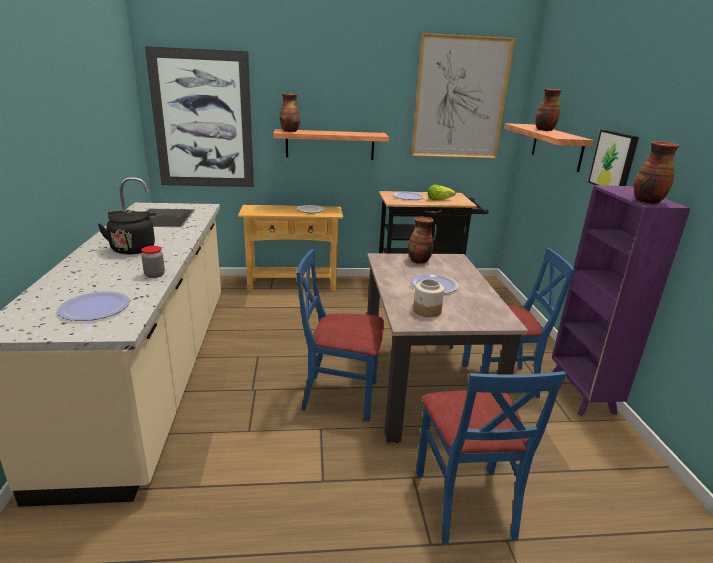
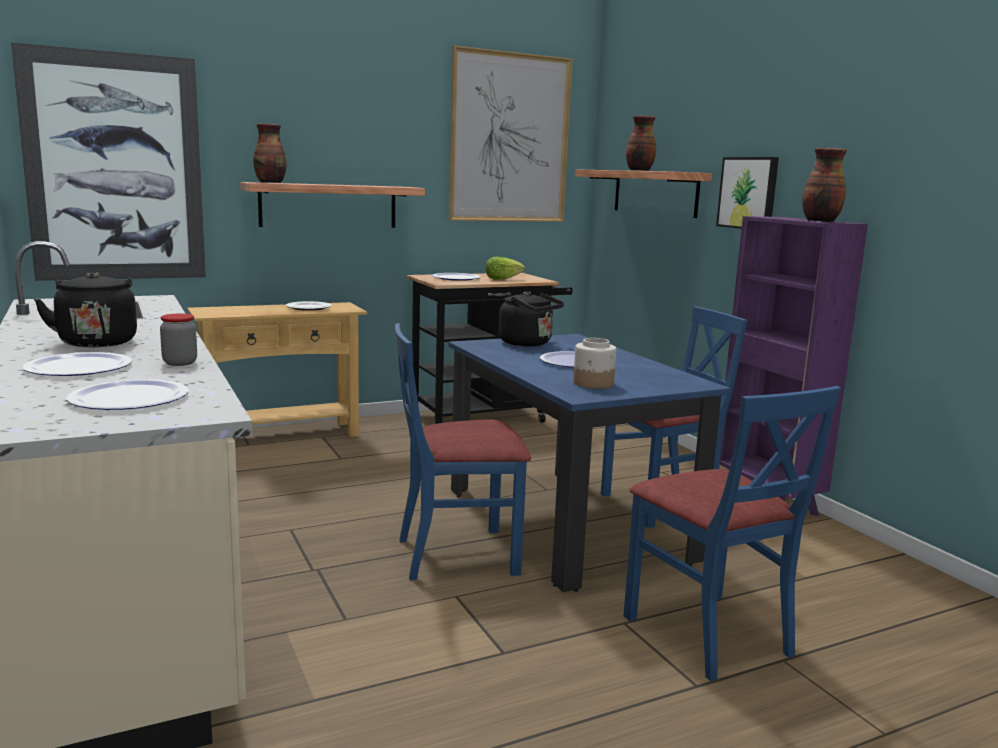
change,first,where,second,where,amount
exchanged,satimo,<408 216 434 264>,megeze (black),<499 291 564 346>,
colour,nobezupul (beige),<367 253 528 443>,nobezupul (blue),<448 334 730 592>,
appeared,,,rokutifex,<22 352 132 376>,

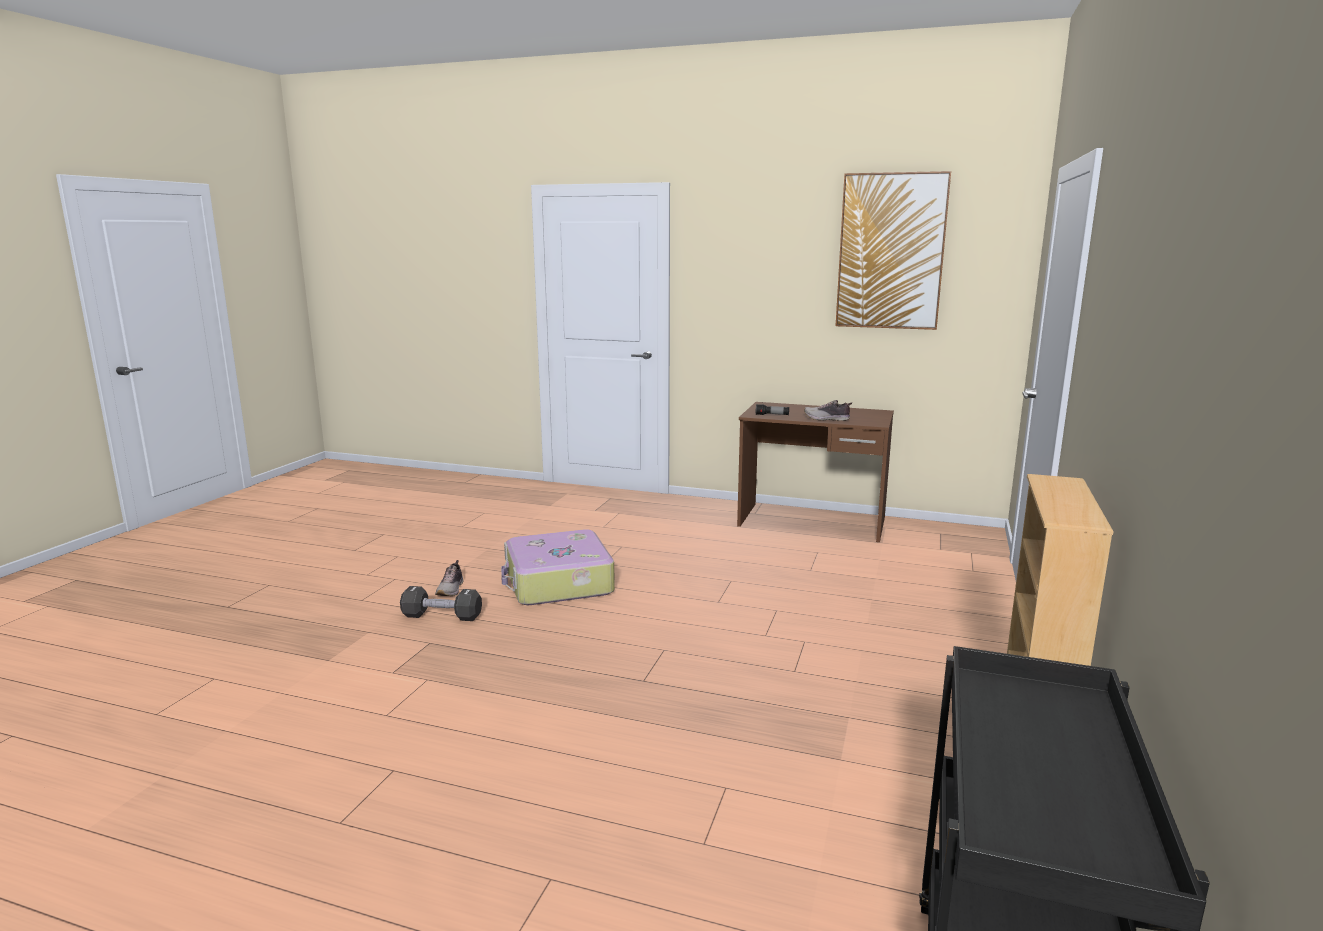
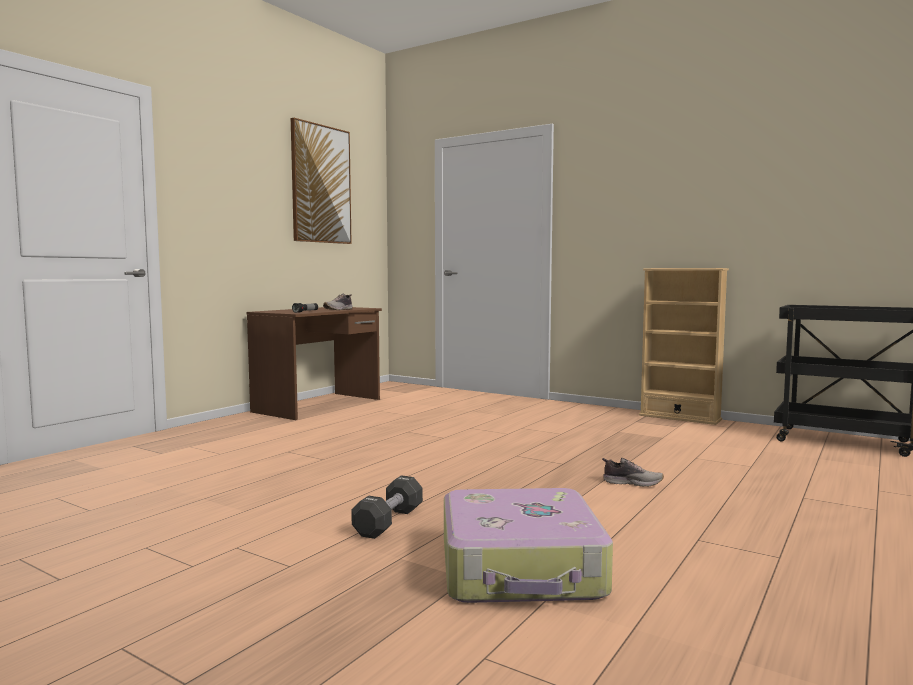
change,first,where,second,where,amount
relocated,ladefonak,<501 529 615 605>,,<444 488 613 603>,
relocated,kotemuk,<435 560 463 596>,,<602 458 664 487>,

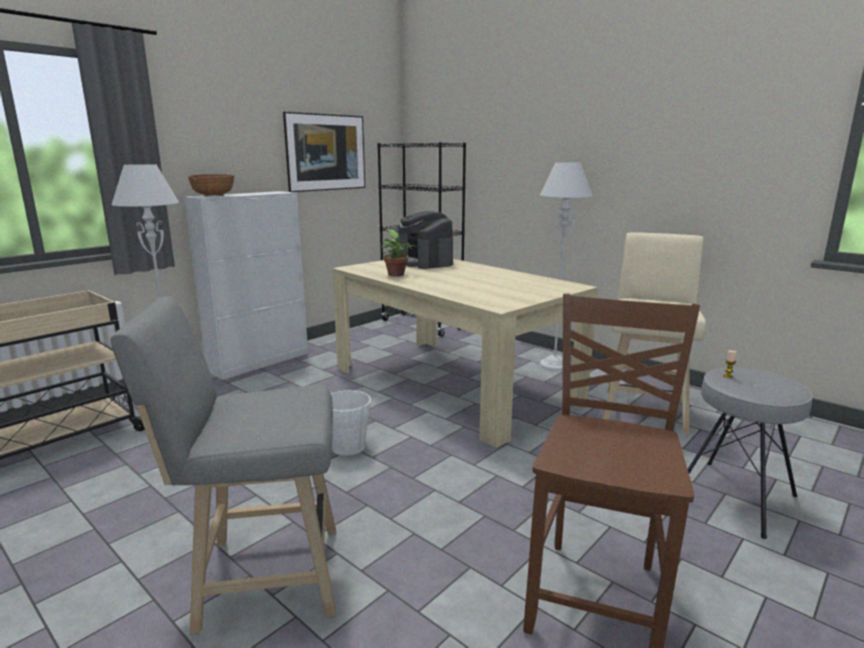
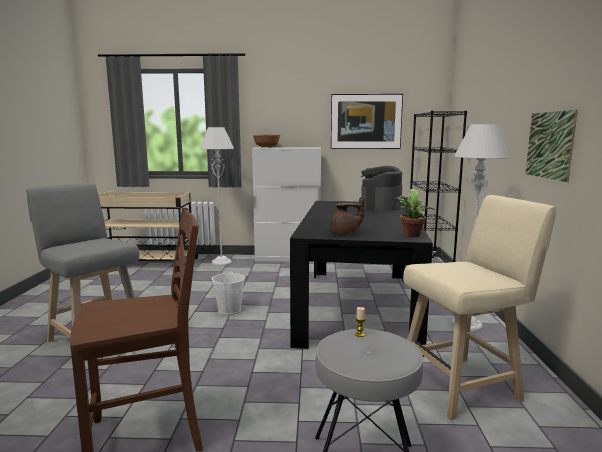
change,first,where,second,where,amount
relocated,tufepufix,<382 229 416 277>,,<394 189 435 237>,
colour,nobezupul (beige),<332 259 598 448>,nobezupul (black),<290 201 433 357>,
appeared,,,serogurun,<525 110 578 182>,
appeared,,,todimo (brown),<330 196 365 235>,

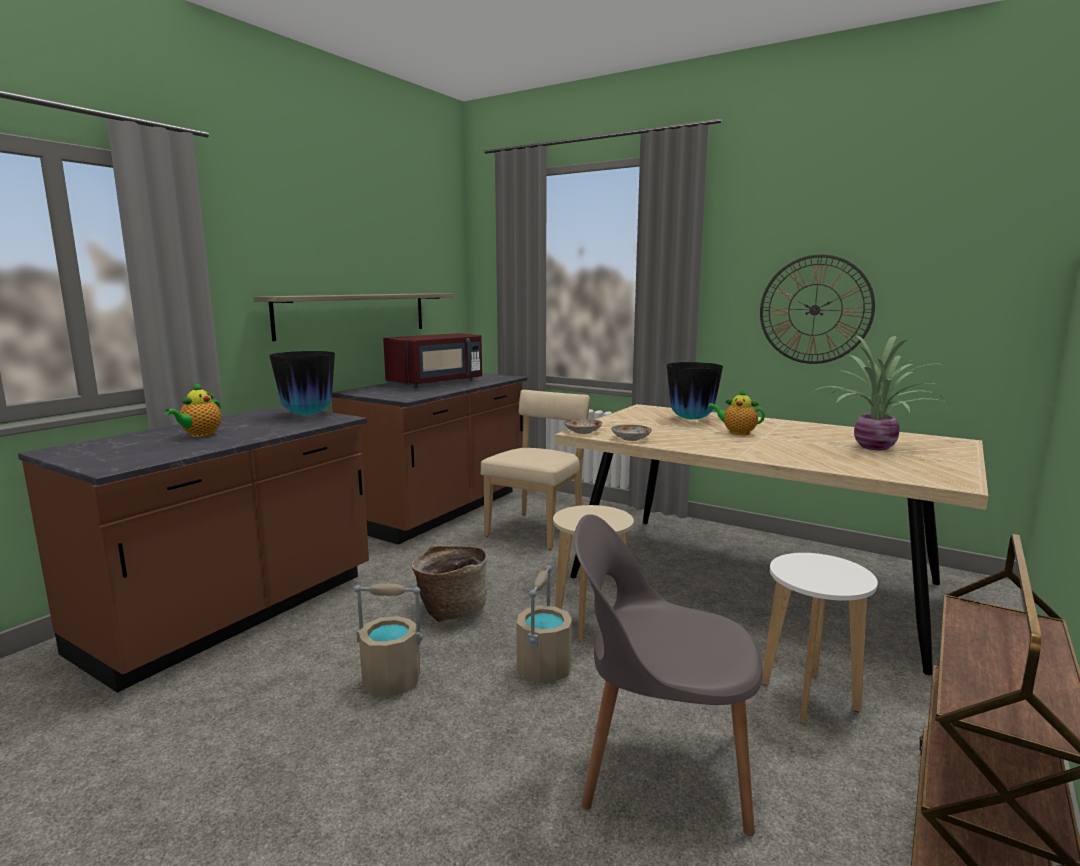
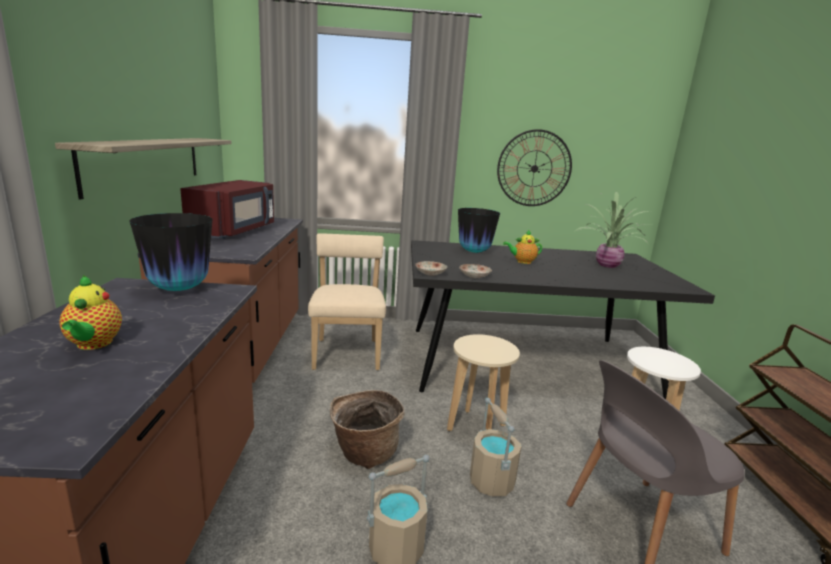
change,first,where,second,where,amount
colour,nobezupul (beige),<555 404 988 675>,nobezupul (black),<411 240 715 399>,

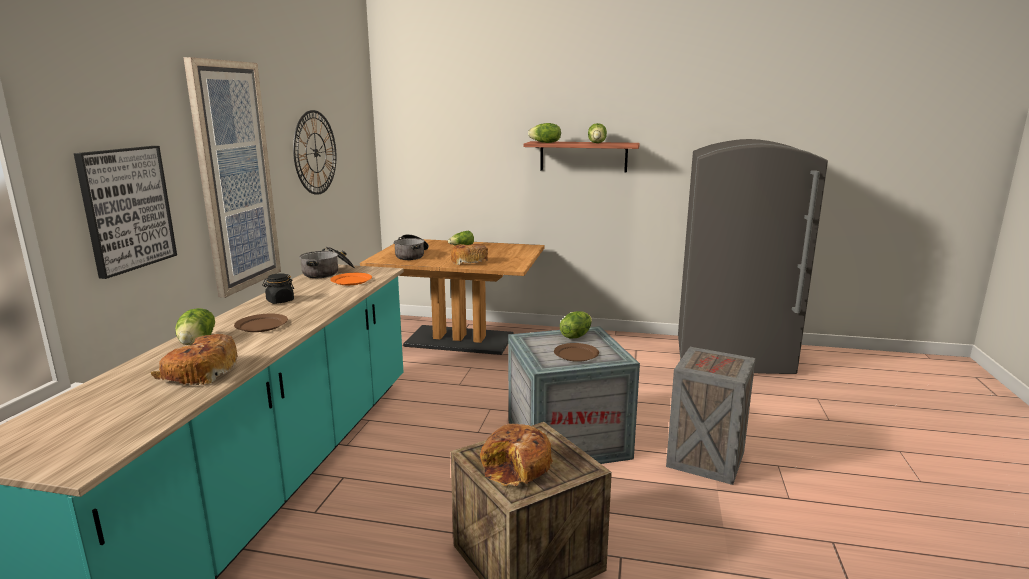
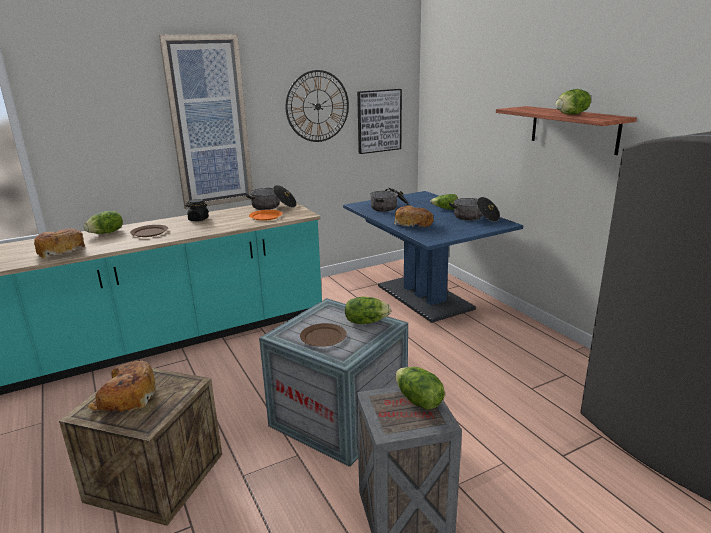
change,first,where,second,where,amount
relocated,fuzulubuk,<528 123 561 143>,,<395 367 445 410>,
relocated,serogurun,<74 146 177 279>,,<357 89 402 154>,
colour,nobezupul (brown),<360 239 545 355>,nobezupul (blue),<343 191 523 323>,
appeared,,,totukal,<449 197 500 222>,

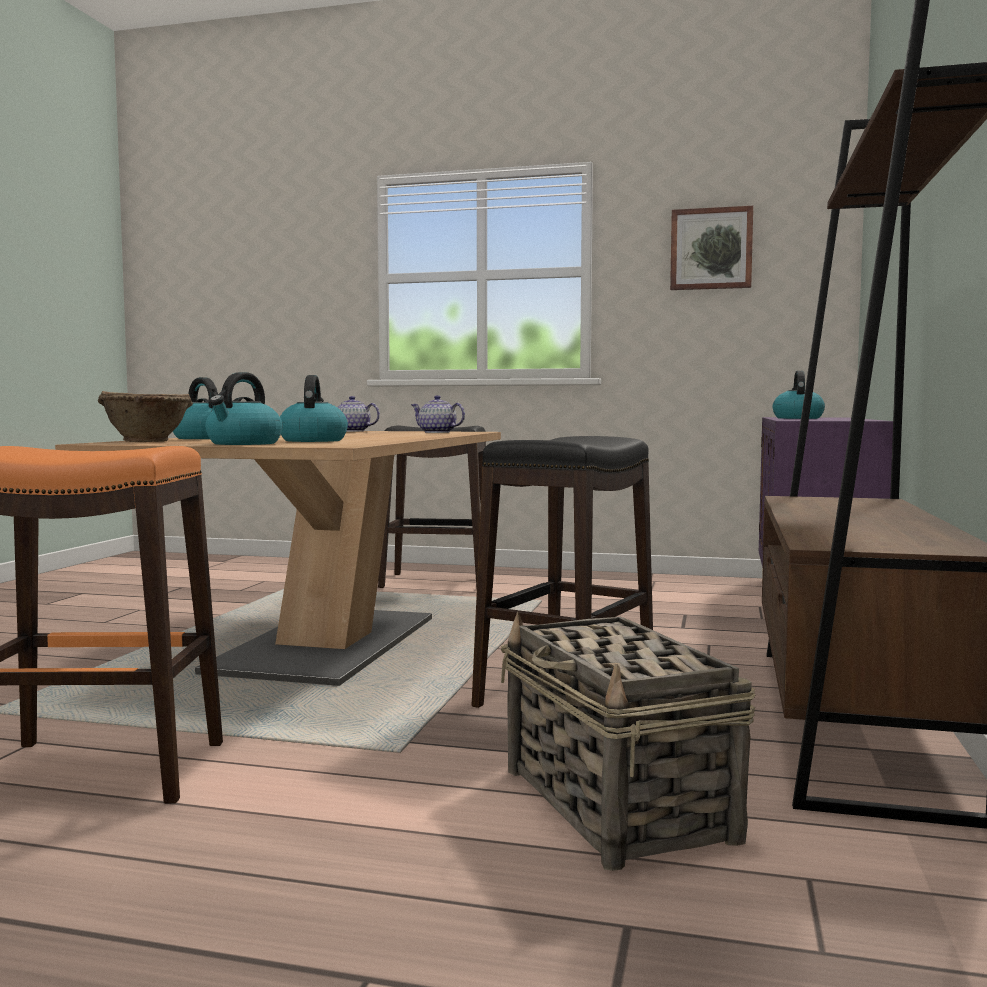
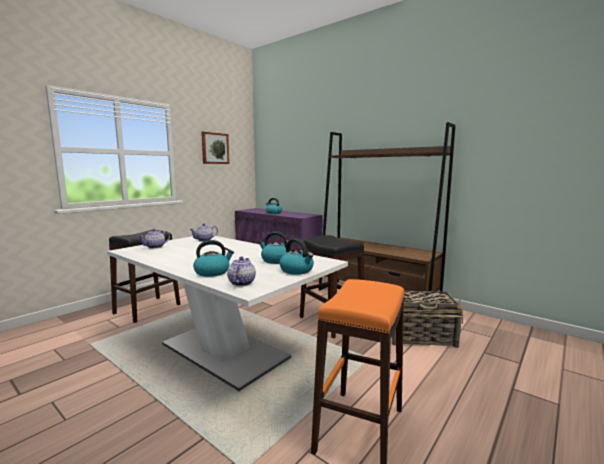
change,first,where,second,where,amount
exchanged,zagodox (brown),<98 391 193 442>,todimo,<227 257 256 286>,
colour,nobezupul (brown),<55 431 501 686>,nobezupul (white),<107 236 348 391>,

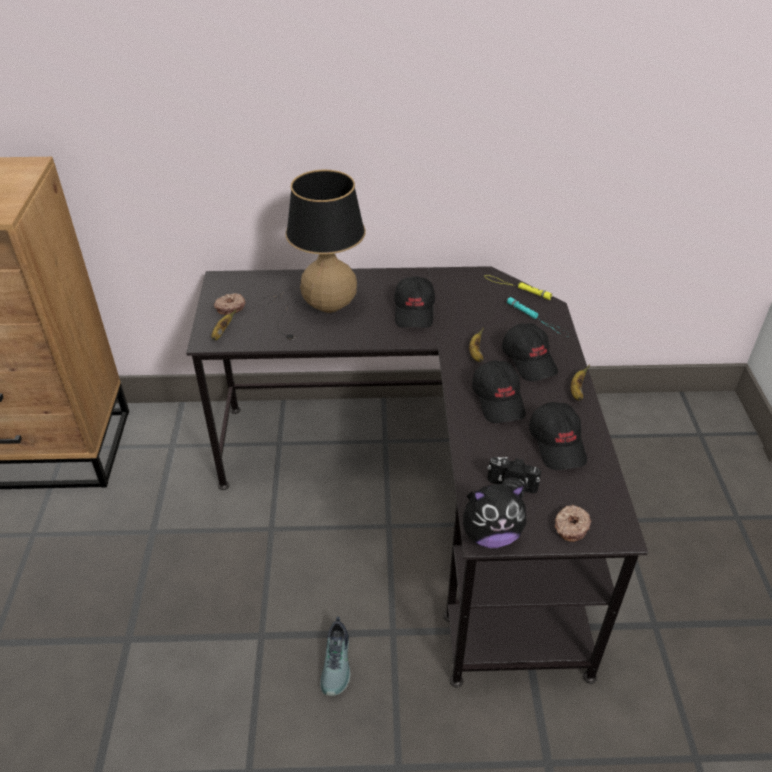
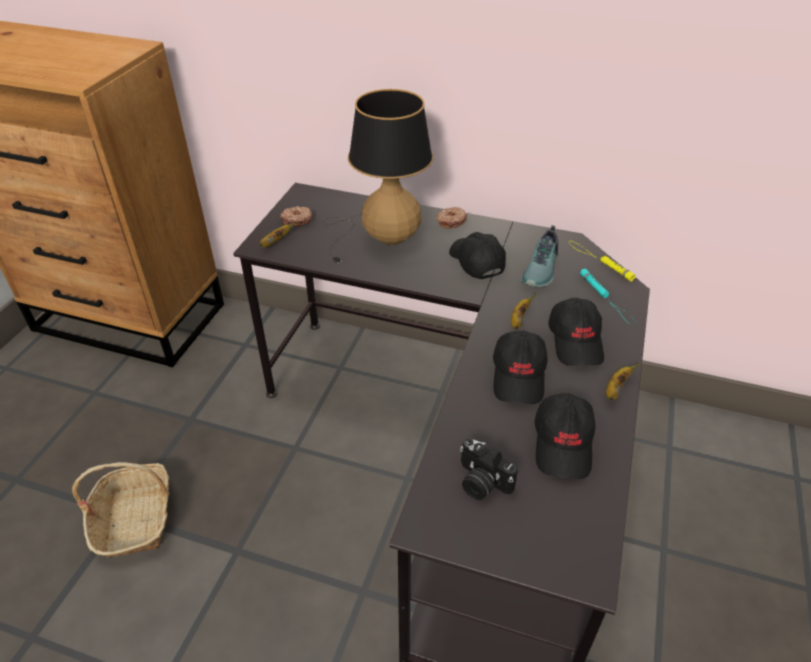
change,first,where,second,where,amount
spun,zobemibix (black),<394 276 435 328>,,<449 232 506 279>,135 degrees clockwise
missing,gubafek,<463 484 526 548>,,,
relocated,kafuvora,<555 505 591 542>,,<437 207 467 229>,
relocated,kotemuk,<320 617 351 696>,,<521 225 558 287>,
appeared,,,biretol,<72 462 169 558>,

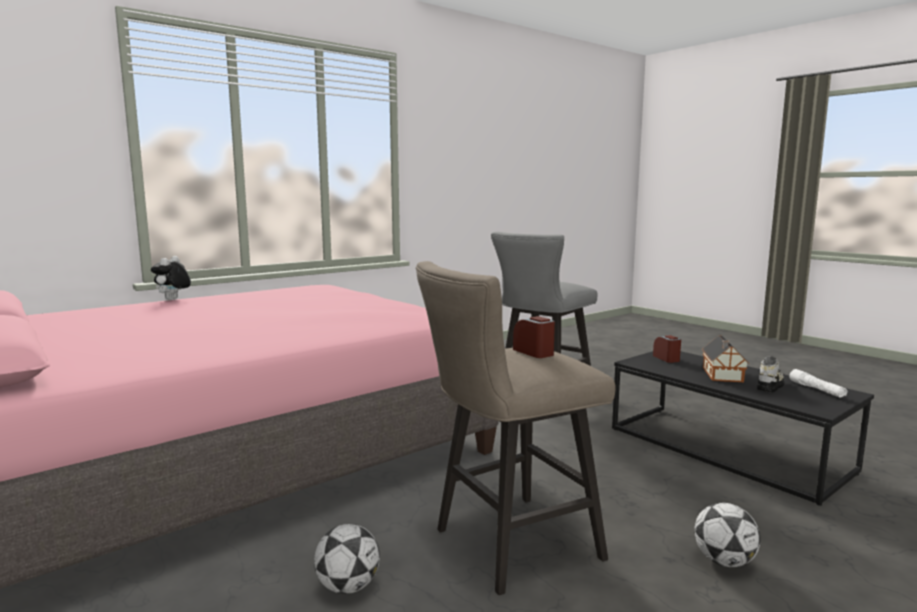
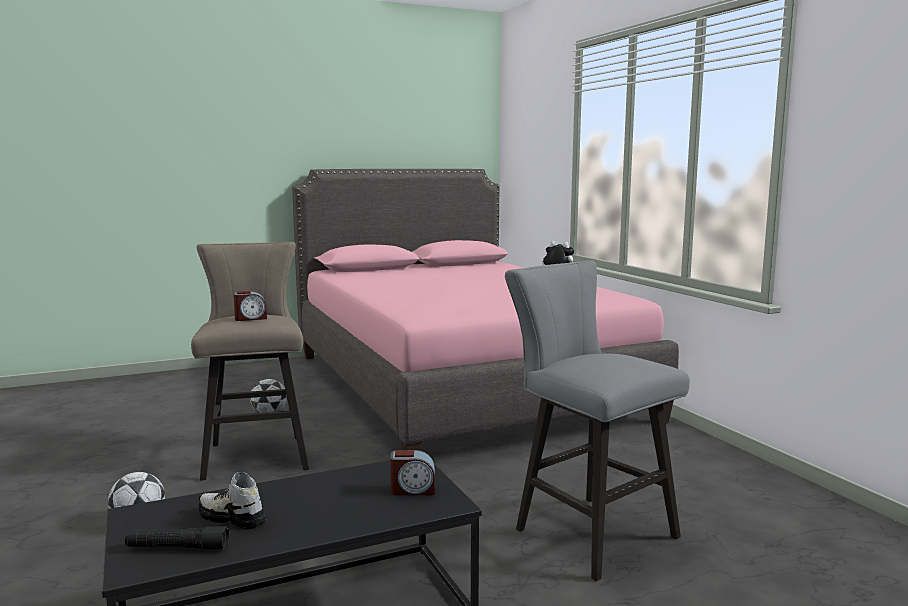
change,first,where,second,where,amount
missing,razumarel,<702 335 748 382>,,,
spun,kotemuk,<757 356 785 393>,,<199 472 266 530>,150 degrees clockwise
colour,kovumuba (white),<789 369 847 397>,kovumuba (black),<125 526 229 550>,

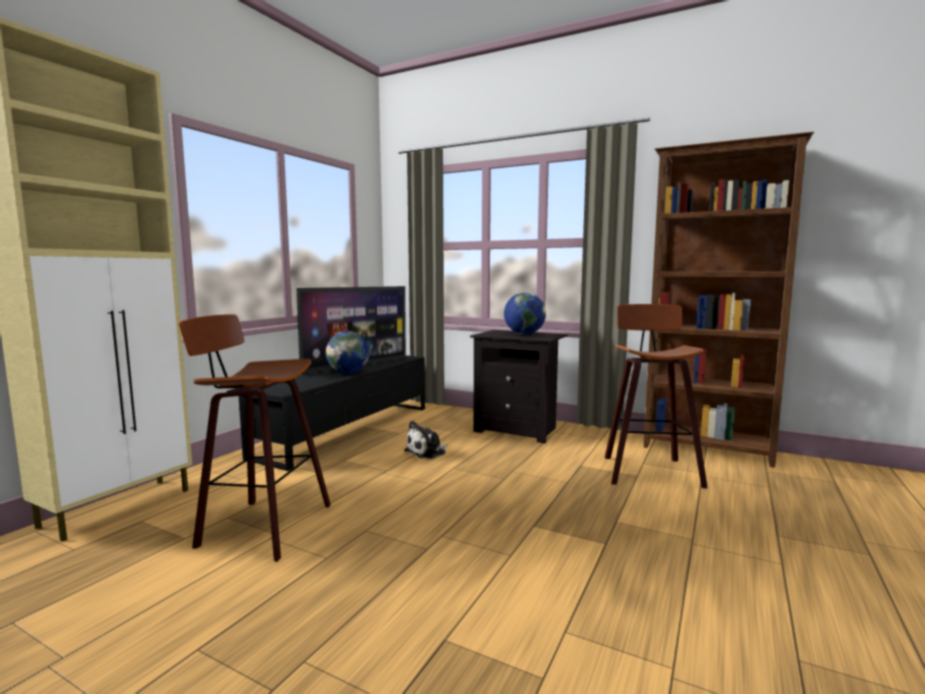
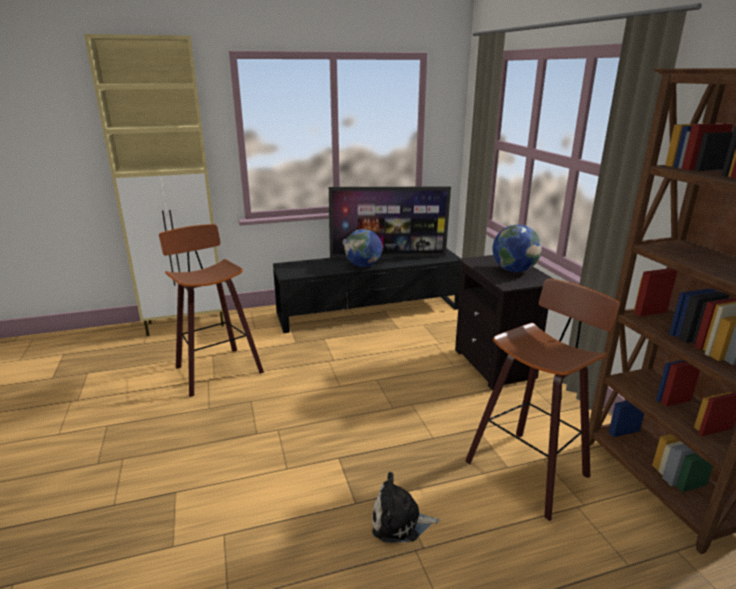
change,first,where,second,where,amount
relocated,gubafek,<404 421 448 459>,,<372 472 440 543>,

